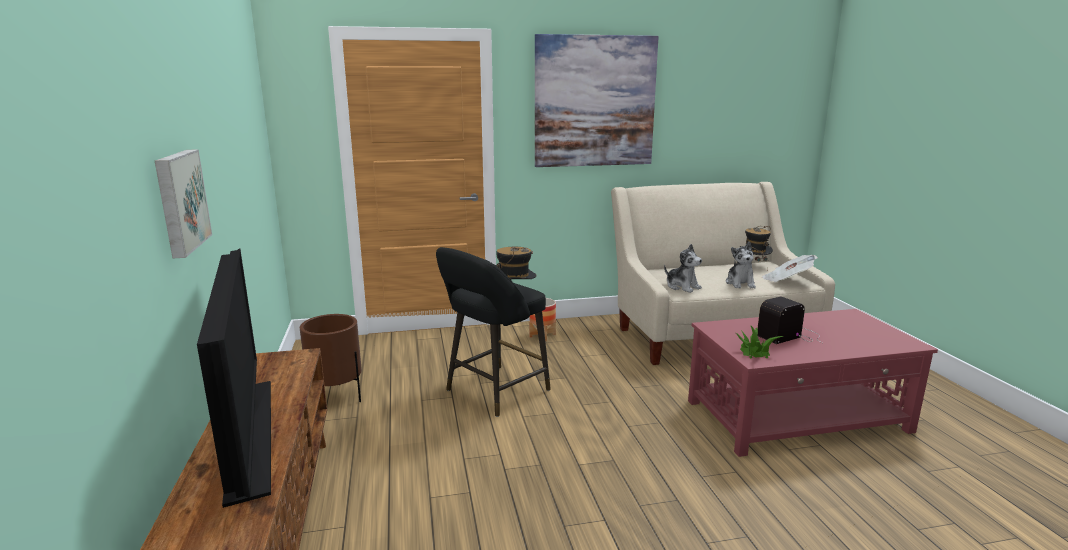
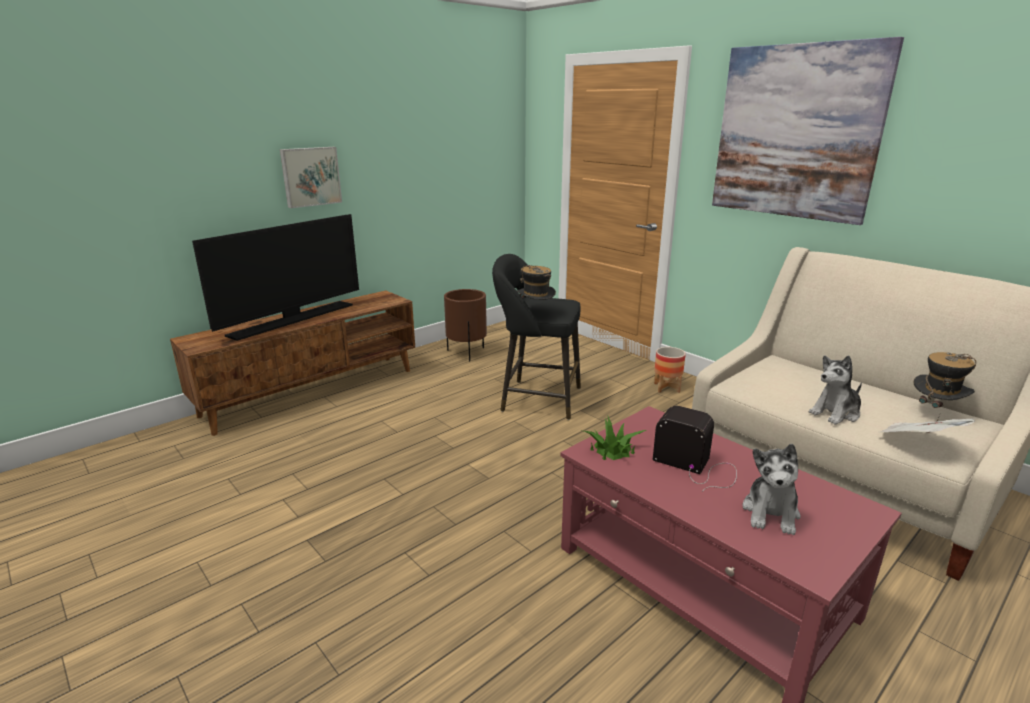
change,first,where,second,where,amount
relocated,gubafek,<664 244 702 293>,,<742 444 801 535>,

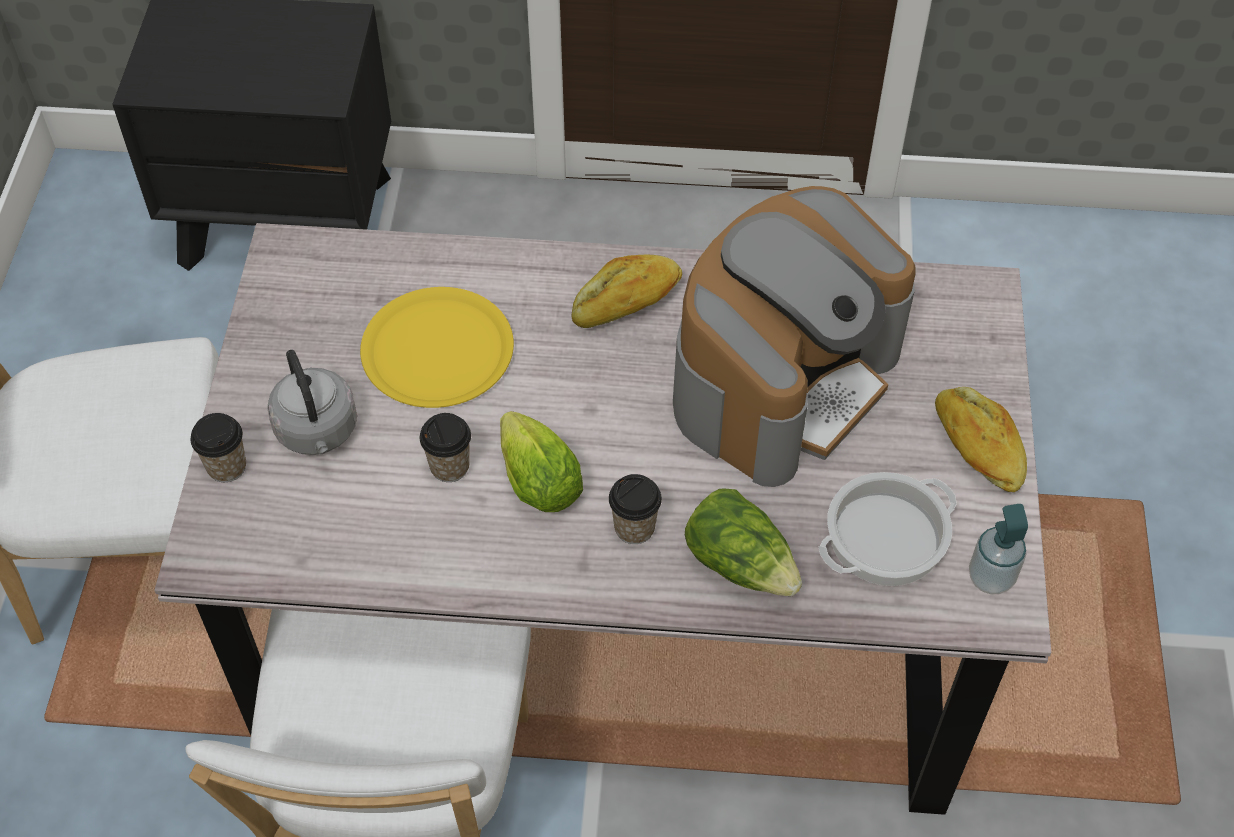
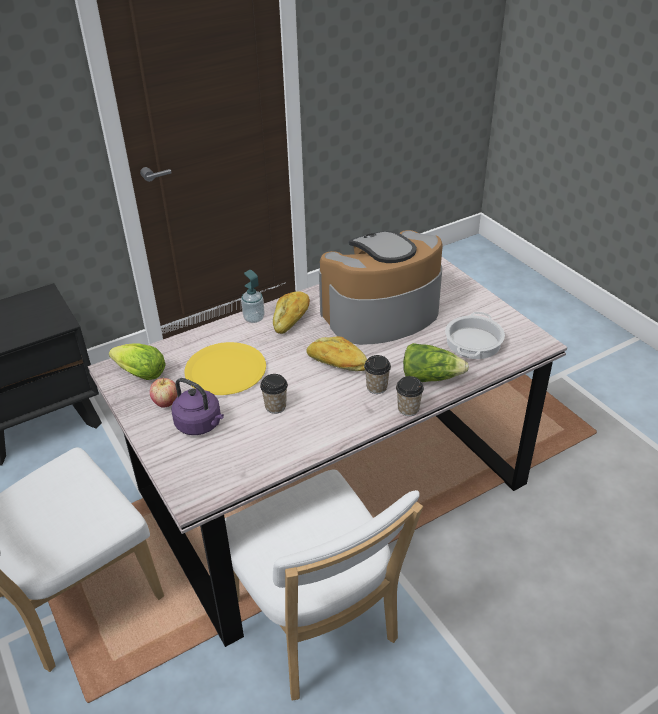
change,first,where,second,where,amount
spun,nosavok,<673 186 916 487>,,<319 230 443 345>,120 degrees counterclockwise
colour,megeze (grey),<267 350 357 455>,megeze (purple),<171 378 224 435>,
relocated,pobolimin,<935 387 1027 492>,,<307 336 367 371>,
relocated,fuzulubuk,<500 411 583 512>,,<109 344 166 380>,
relocated,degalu,<191 413 246 482>,,<396 376 424 416>,
relocated,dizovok,<969 504 1028 594>,,<241 270 265 323>,
appeared,,,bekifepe,<150 378 177 408>,

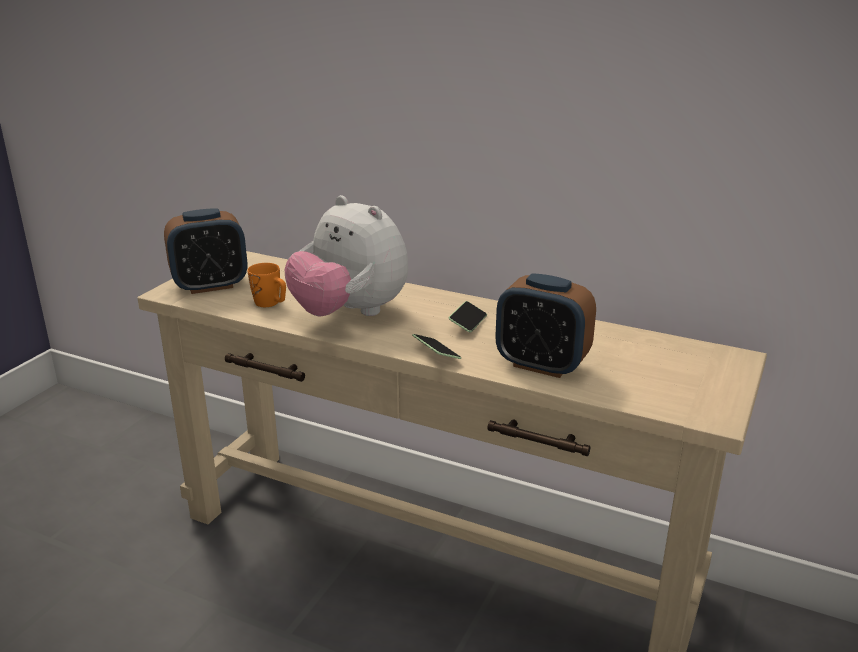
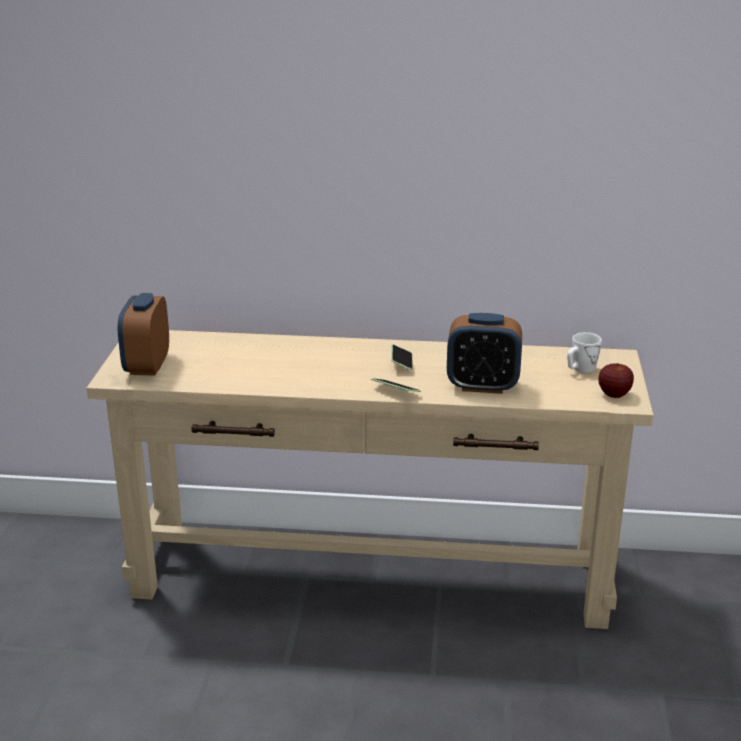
change,first,where,second,where,amount
missing,gubafek,<285 195 408 317>,,,
spun,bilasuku,<164 208 247 294>,,<118 293 169 376>,135 degrees clockwise
missing,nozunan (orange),<248 263 286 307>,,,
appeared,,,nozunan (white),<567 332 602 373>,
appeared,,,bekifepe,<598 363 634 398>,

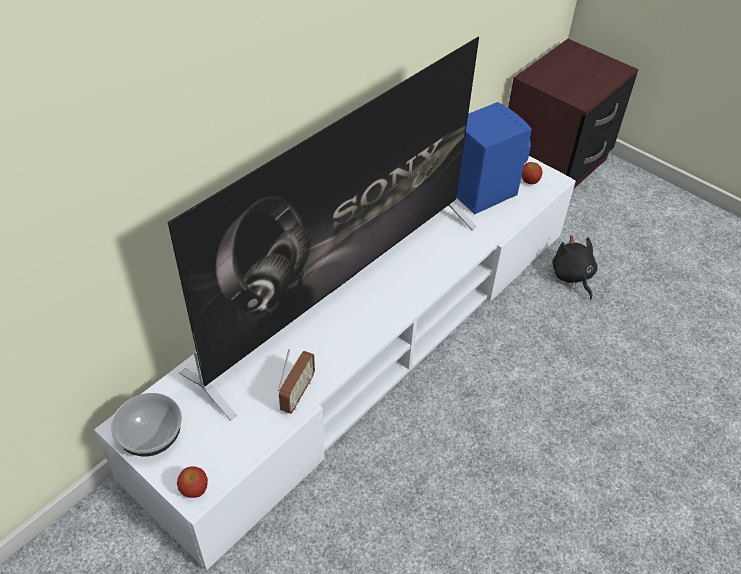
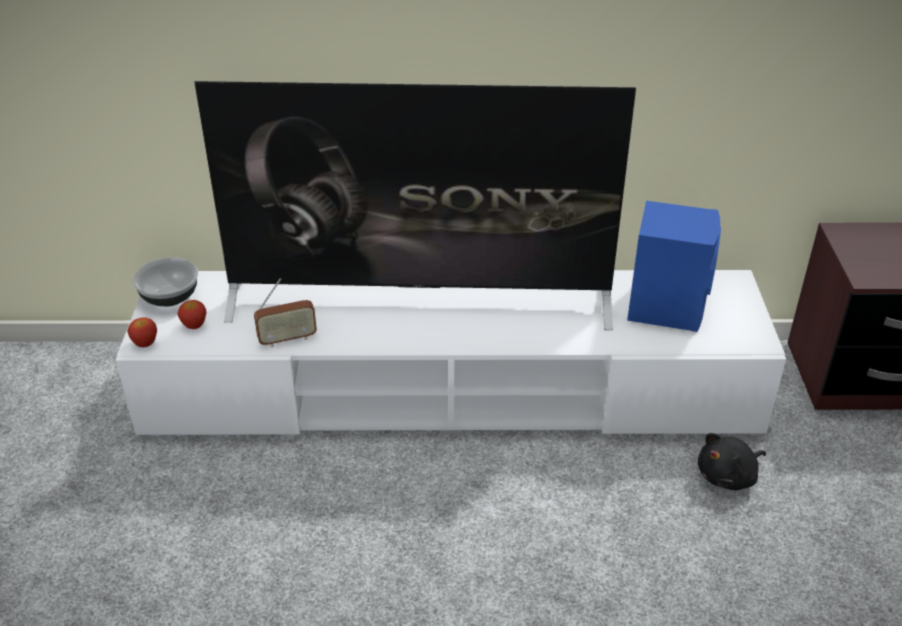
change,first,where,second,where,amount
relocated,bekifepe,<522 162 543 184>,,<178 300 207 329>,
spun,gubafek (black),<552 235 598 299>,,<698 433 766 490>,150 degrees counterclockwise

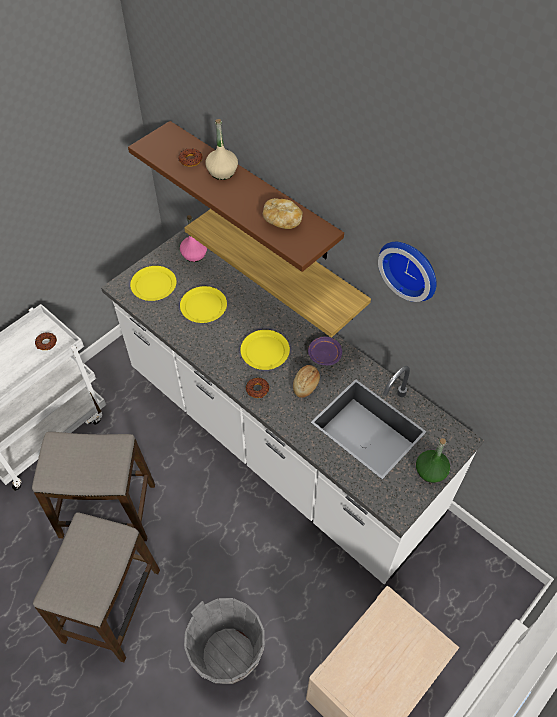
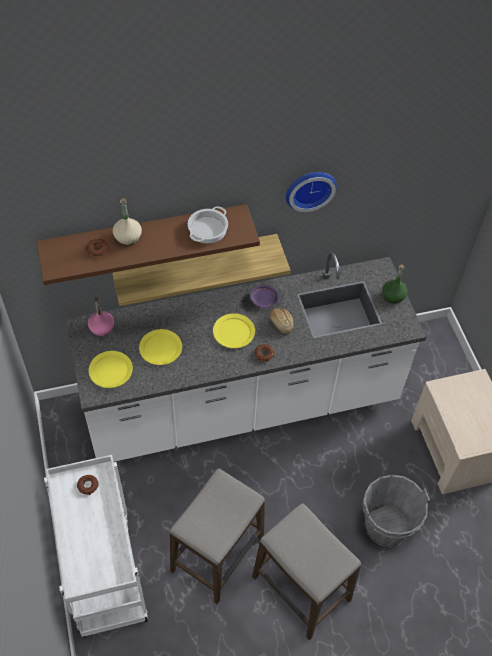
change,first,where,second,where,amount
exchanged,pobolimin,<263 198 303 229>,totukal,<188 206 228 243>,

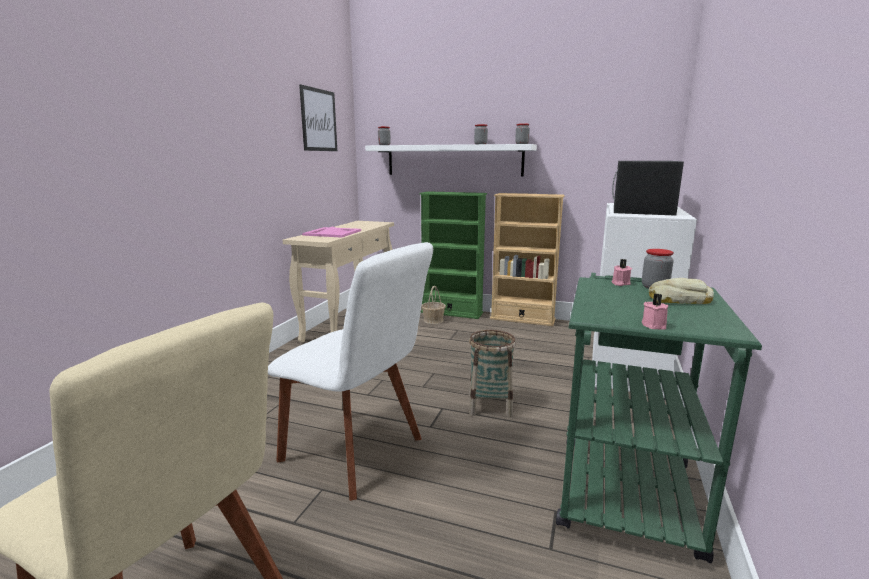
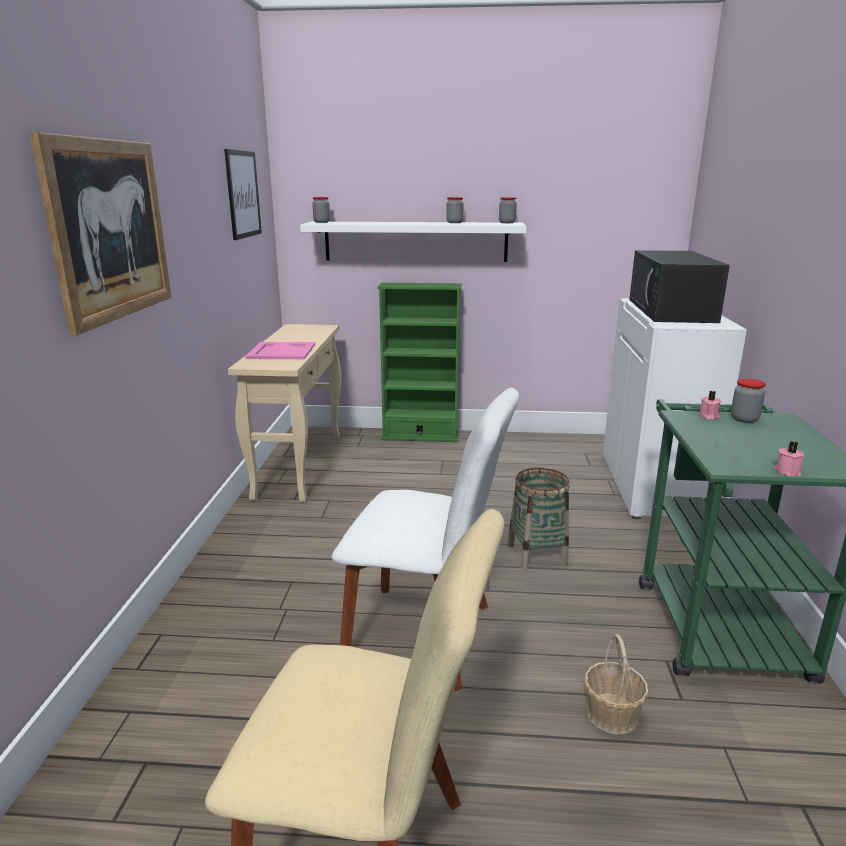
change,first,where,second,where,amount
missing,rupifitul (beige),<490 193 565 326>,,,
missing,pobolimin,<649 278 714 304>,,,
relocated,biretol,<421 286 446 324>,,<584 634 649 735>,
appeared,,,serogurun,<29 132 172 336>,

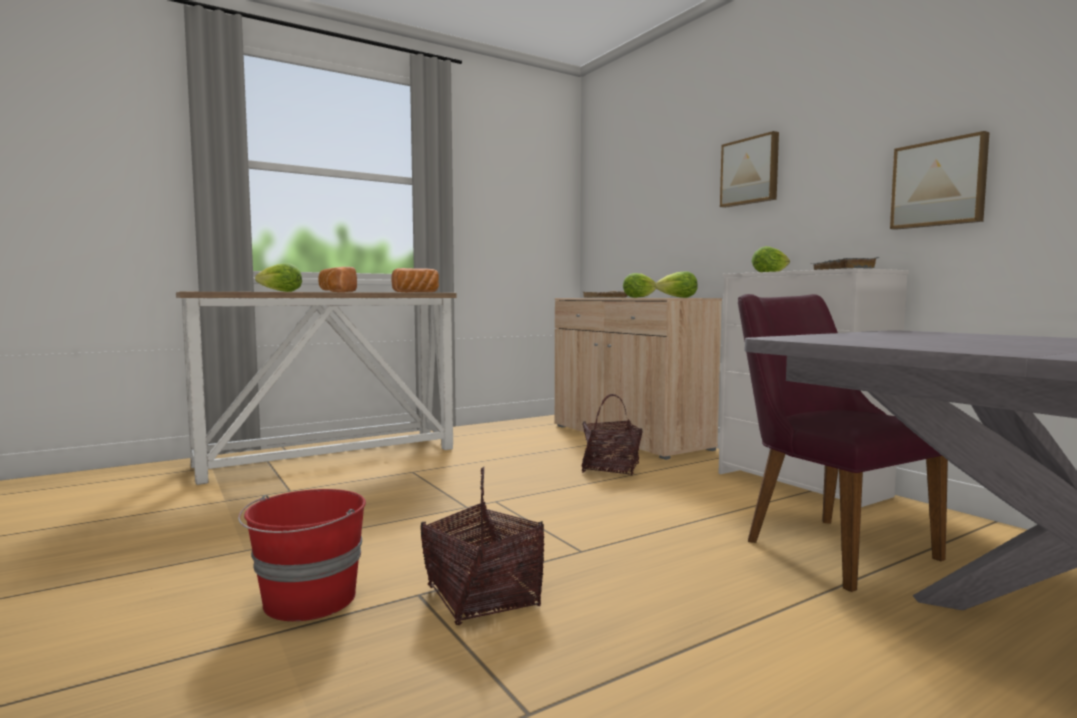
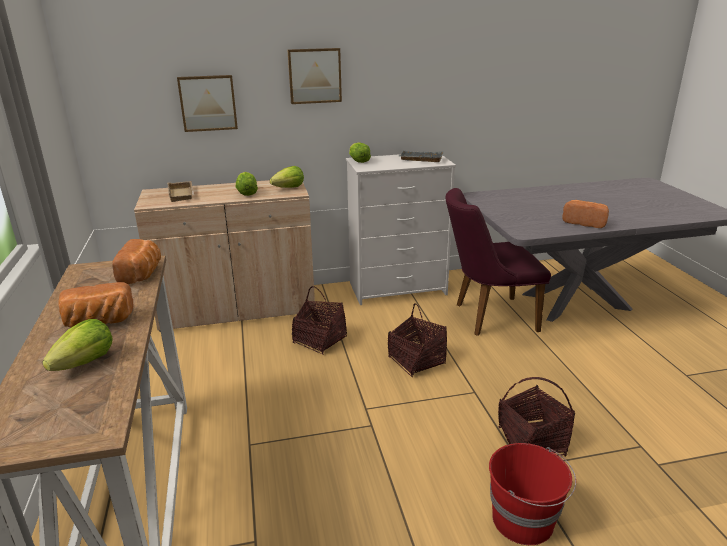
change,first,where,second,where,amount
relocated,serogurun,<890 131 989 230>,,<177 75 238 132>,
appeared,,,pobolimin,<562 200 609 228>,
appeared,,,biretol,<387 303 447 377>,

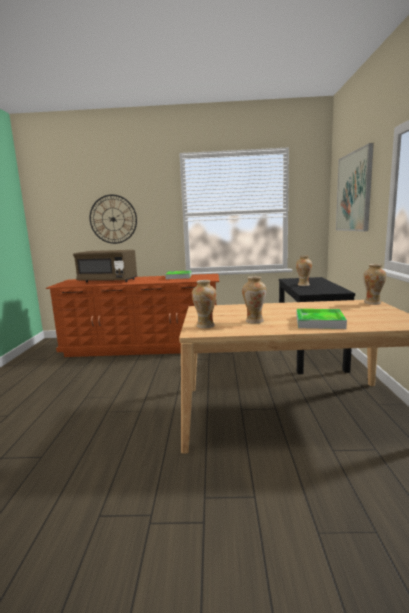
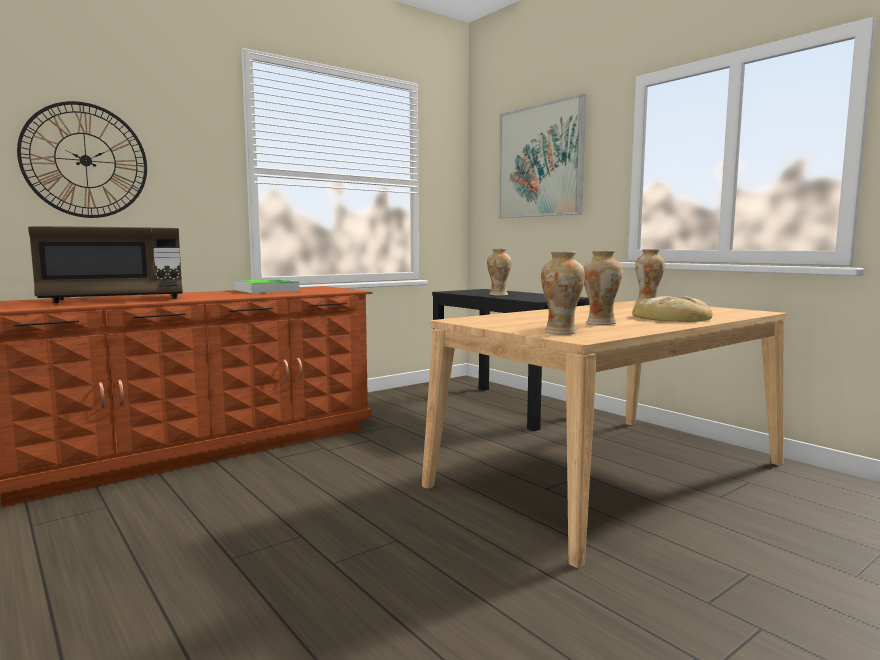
change,first,where,second,where,amount
exchanged,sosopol,<297 309 347 329>,pobolimin,<632 296 713 322>,

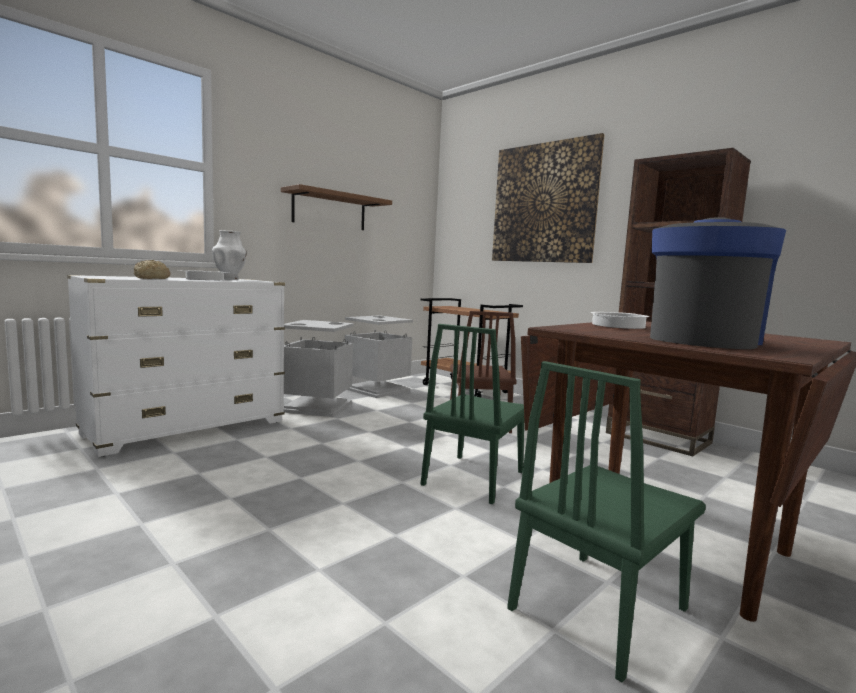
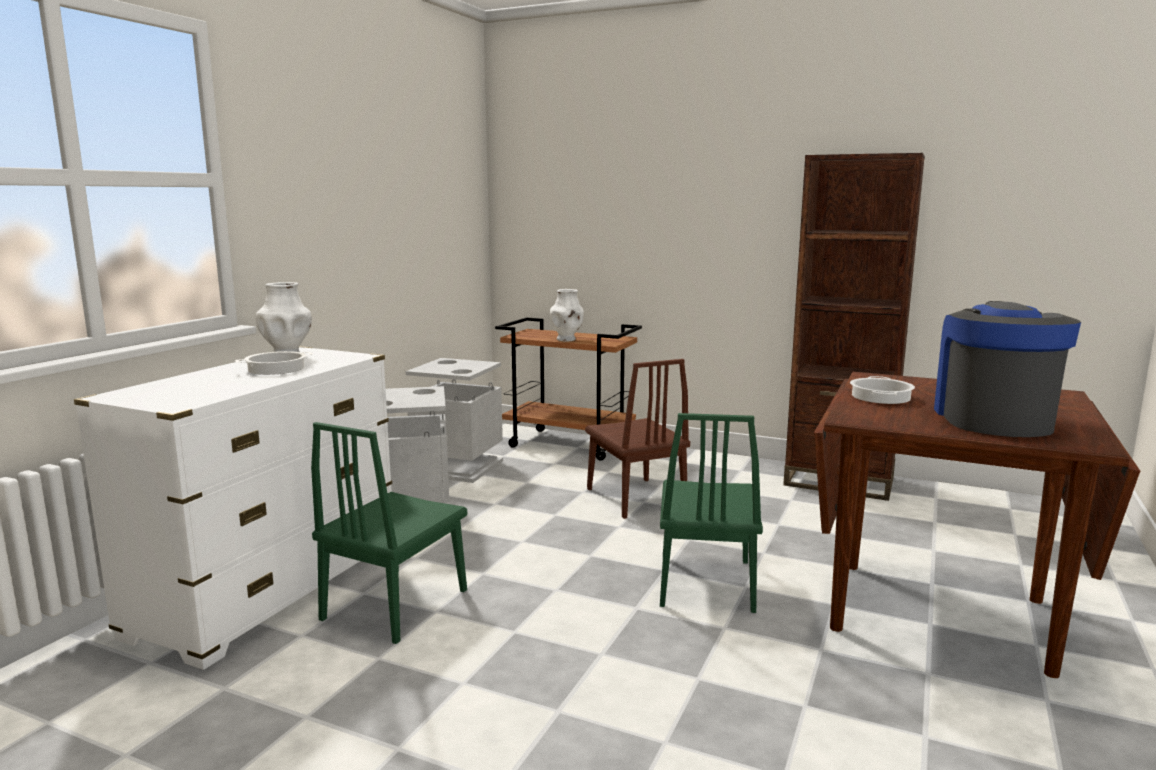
change,first,where,second,where,amount
missing,serogurun,<492 133 605 263>,,,
missing,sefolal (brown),<281 184 392 230>,,,
missing,pobolimin,<134 260 171 279>,,,
relocated,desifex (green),<507 361 706 682>,,<311 422 467 644>,
appeared,,,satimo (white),<550 289 584 341>,

